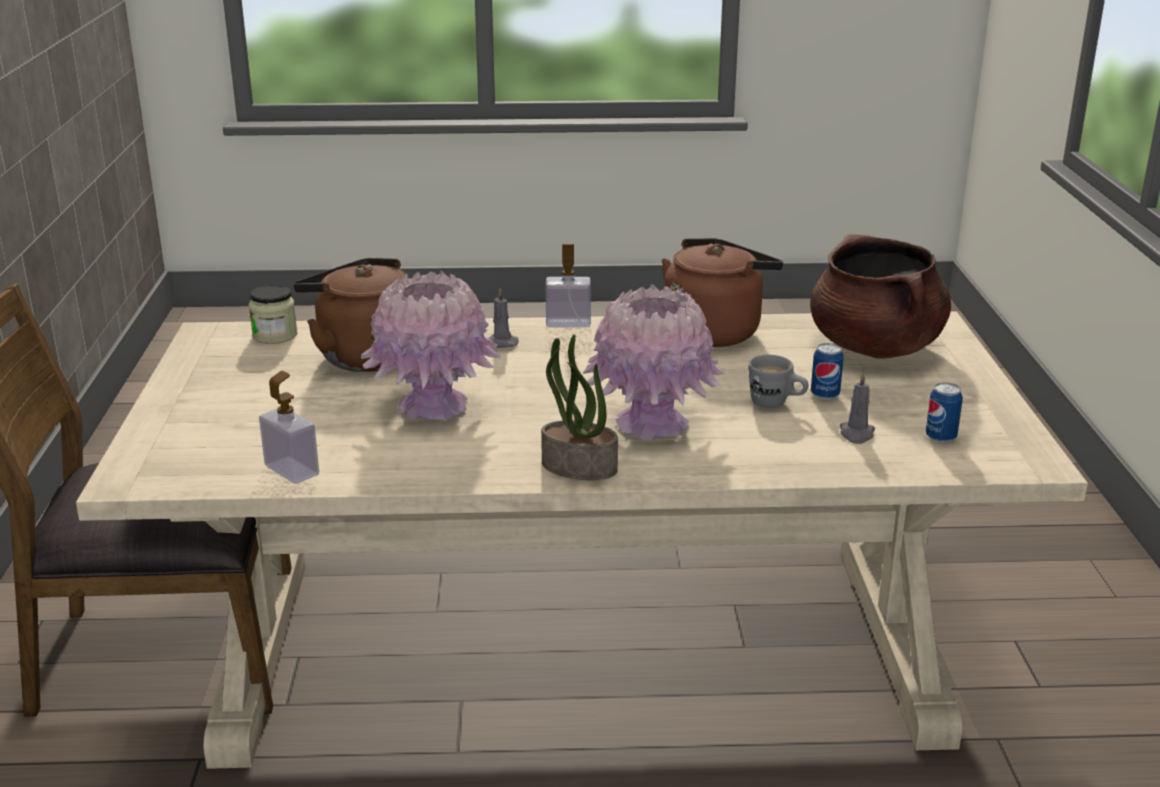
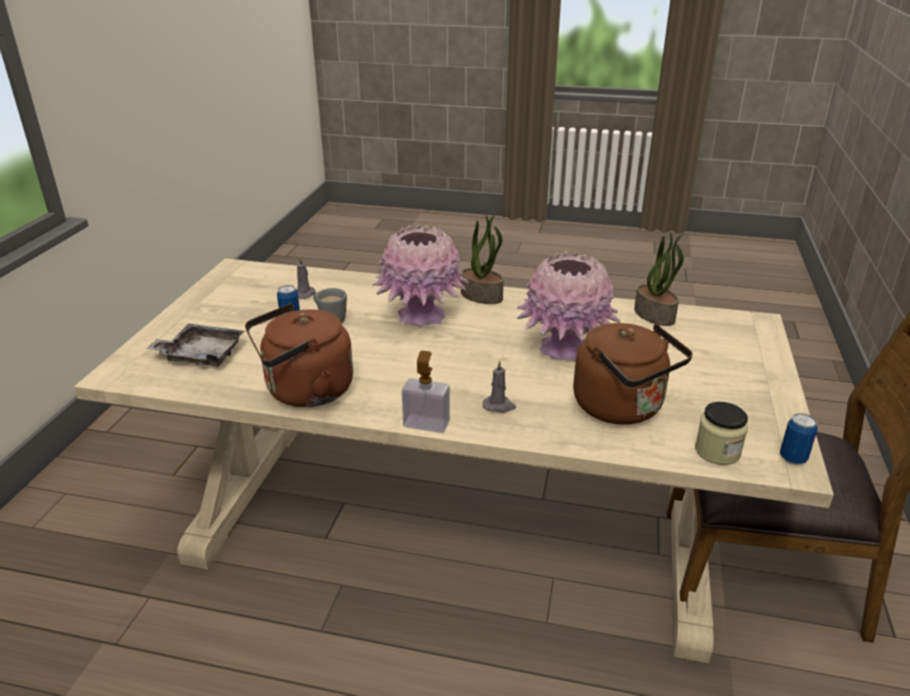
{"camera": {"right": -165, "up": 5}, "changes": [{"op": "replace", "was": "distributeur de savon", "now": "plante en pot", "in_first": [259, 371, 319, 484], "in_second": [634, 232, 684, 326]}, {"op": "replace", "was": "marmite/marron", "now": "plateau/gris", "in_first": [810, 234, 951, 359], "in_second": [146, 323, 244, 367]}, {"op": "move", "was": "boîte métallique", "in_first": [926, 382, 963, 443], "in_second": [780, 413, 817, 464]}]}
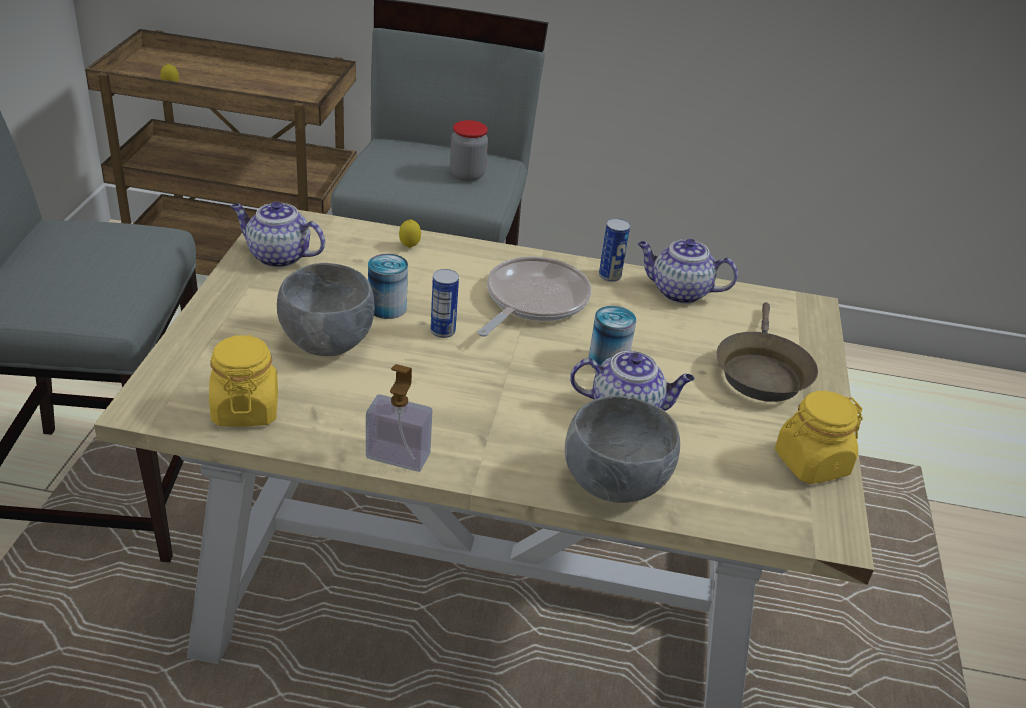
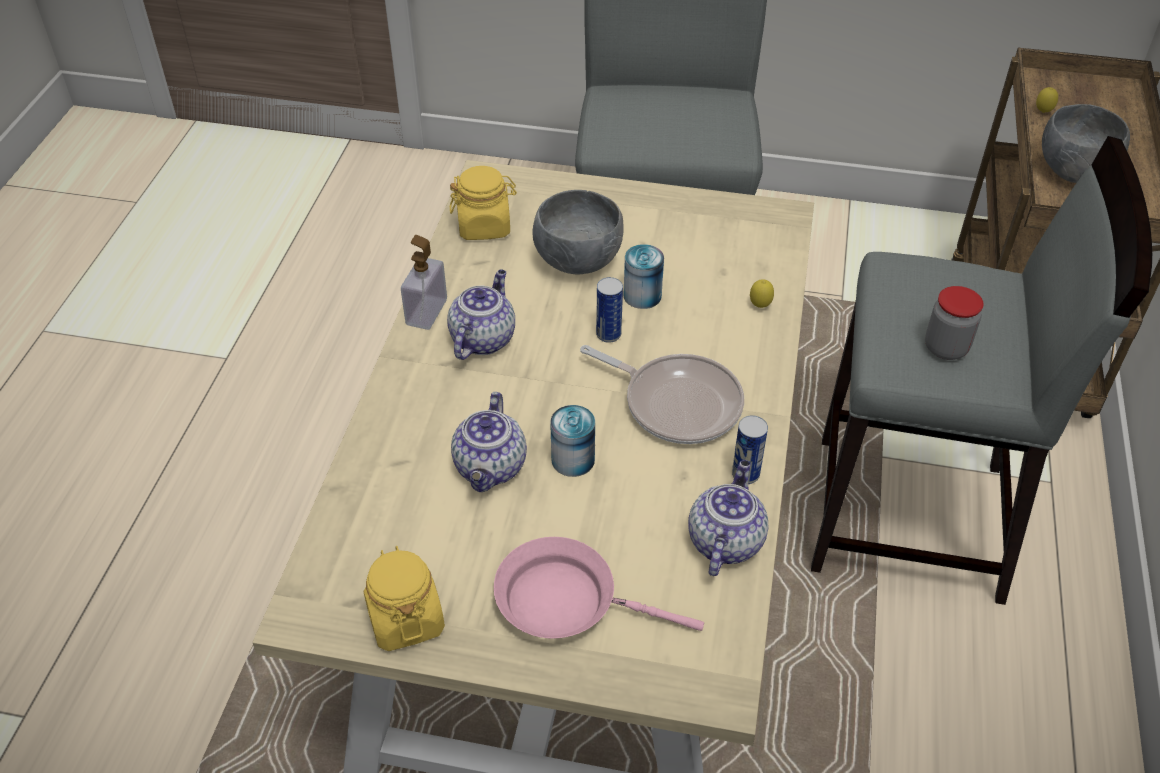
{"camera": {"right": 95, "up": 10}, "changes": [{"op": "move", "was": "théière", "in_first": [231, 201, 325, 268], "in_second": [447, 269, 515, 360]}, {"op": "move", "was": "bol/gris", "in_first": [565, 396, 680, 503], "in_second": [1042, 104, 1130, 183]}, {"op": "recolor", "was": "poêle/marron", "now": "poêle/rose", "in_first": [717, 302, 818, 402], "in_second": [494, 537, 704, 639]}]}
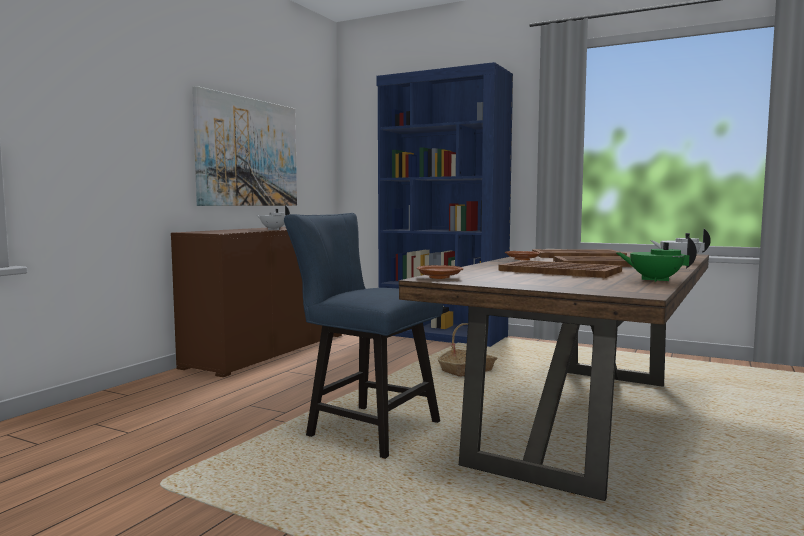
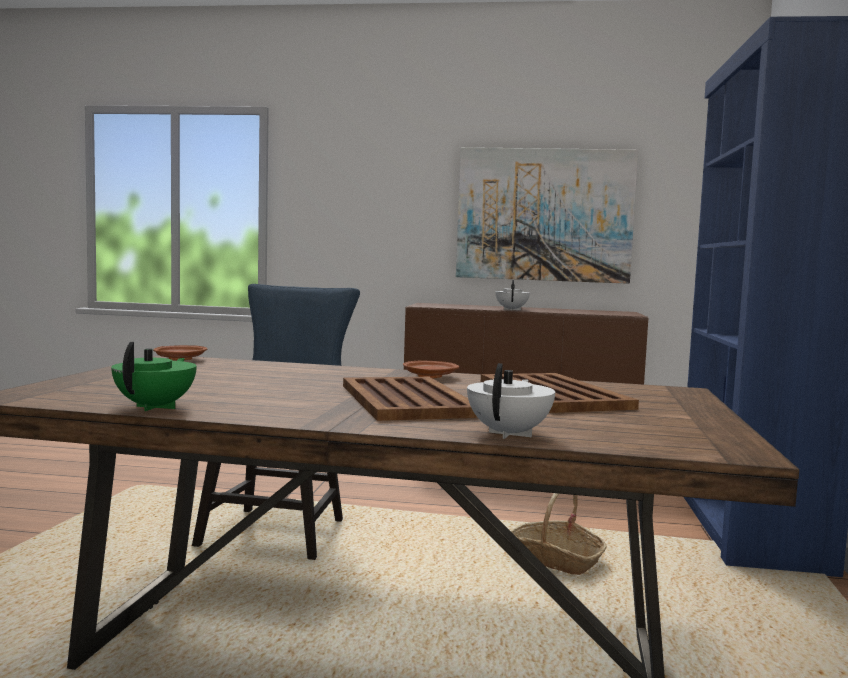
{"camera": {"right": 70, "up": 0}, "changes": [{"op": "delete", "was": "plateau/marron", "in_first": [499, 260, 622, 278]}]}
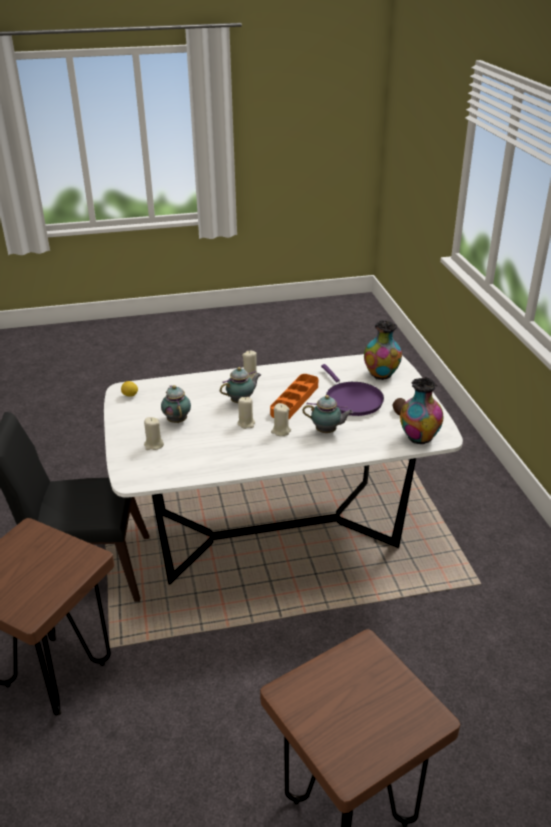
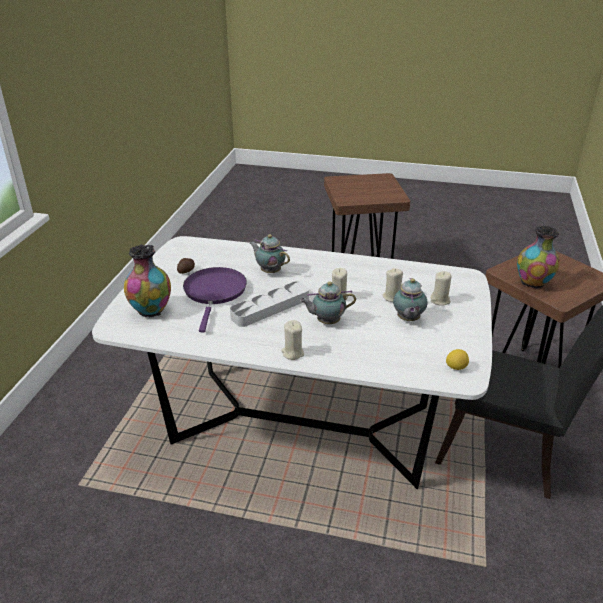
{"camera": {"right": -155, "up": 0}, "changes": [{"op": "recolor", "was": "plateau/orange", "now": "plateau/gris", "in_first": [270, 374, 318, 419], "in_second": [230, 281, 309, 327]}, {"op": "move", "was": "bougie/beige", "in_first": [271, 403, 291, 436], "in_second": [383, 268, 403, 302]}, {"op": "move", "was": "vase", "in_first": [400, 377, 443, 445], "in_second": [517, 226, 560, 289]}]}
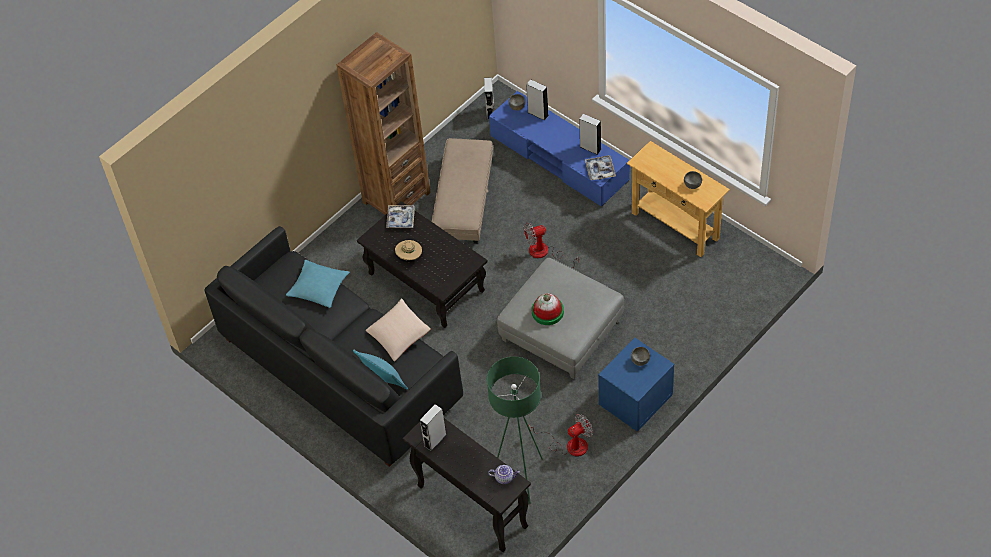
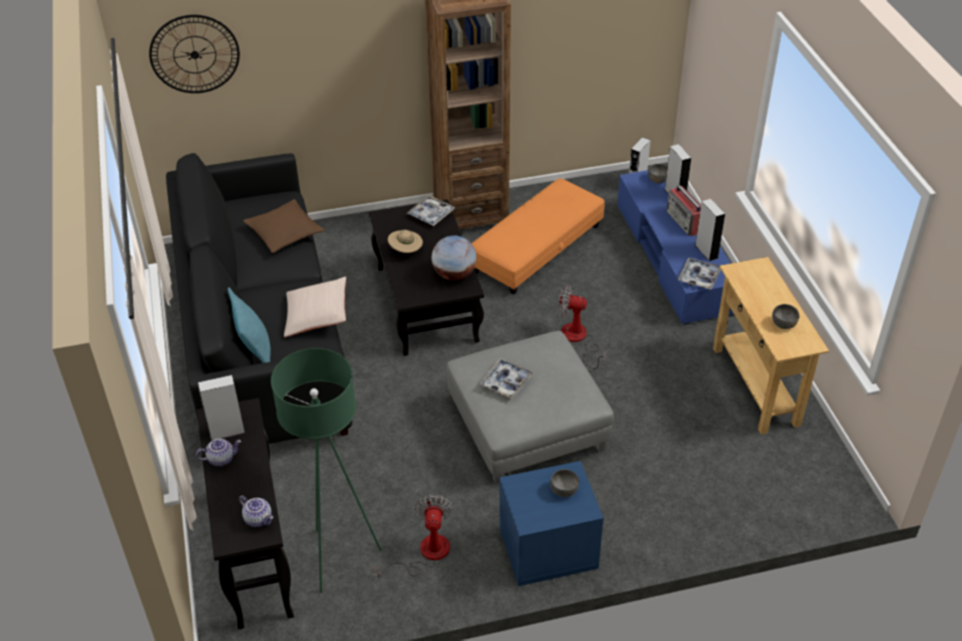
{"camera": {"right": 30, "up": -10}, "changes": [{"op": "recolor", "was": "coussin/turquoise", "now": "coussin/marron", "in_first": [286, 260, 350, 308], "in_second": [243, 199, 325, 253]}, {"op": "recolor", "was": "pouf/beige", "now": "pouf/orange", "in_first": [432, 138, 493, 244], "in_second": [471, 178, 604, 294]}, {"op": "rotate", "was": "ventilateur", "in_first": [528, 414, 593, 457], "in_second": [372, 494, 453, 577], "clockwise": -90}, {"op": "replace", "was": "chapeau", "now": "plateau", "in_first": [532, 293, 564, 325], "in_second": [480, 358, 533, 399]}, {"op": "insert", "now": "horloge murale", "in_second": [149, 15, 240, 93]}, {"op": "insert", "now": "théière", "in_second": [196, 439, 241, 466]}, {"op": "insert", "now": "globe", "in_second": [432, 235, 476, 280]}, {"op": "insert", "now": "radio", "in_second": [666, 185, 701, 236]}]}
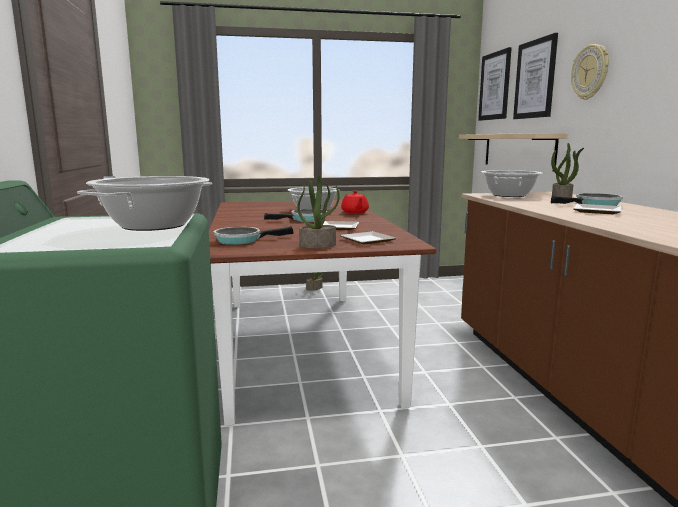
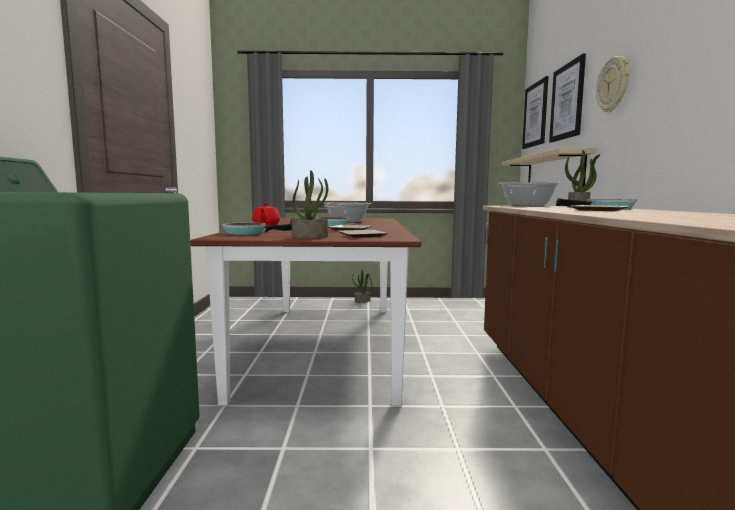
{"camera": {"right": 10, "up": -5}, "changes": [{"op": "delete", "was": "marmite", "in_first": [77, 176, 212, 231]}, {"op": "move", "was": "théière/rouge", "in_first": [341, 191, 369, 214], "in_second": [252, 203, 280, 225]}]}
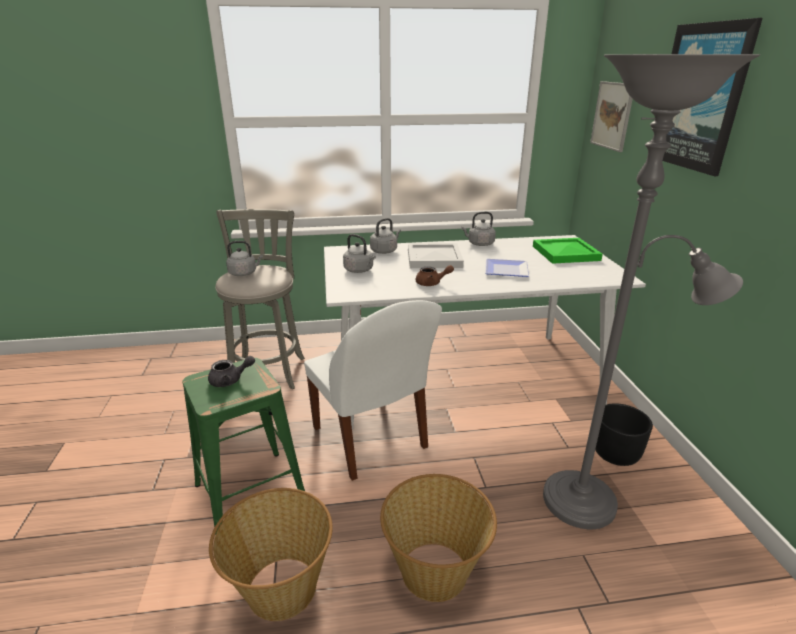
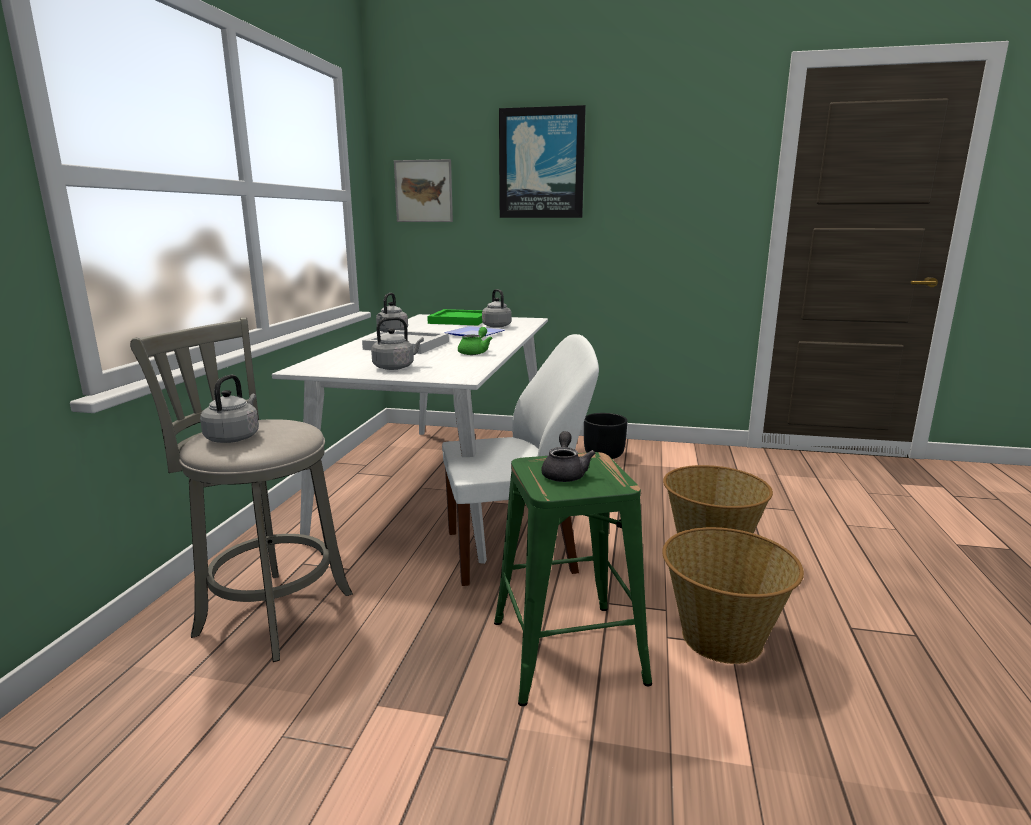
{"camera": {"right": -70, "up": -10}, "changes": [{"op": "move", "was": "bouilloire/gris", "in_first": [370, 218, 401, 254], "in_second": [482, 289, 511, 328]}, {"op": "recolor", "was": "théière/marron", "now": "théière/vert", "in_first": [416, 265, 454, 286], "in_second": [458, 327, 493, 355]}, {"op": "delete", "was": "lampadaire/gris", "in_first": [543, 54, 760, 529]}]}
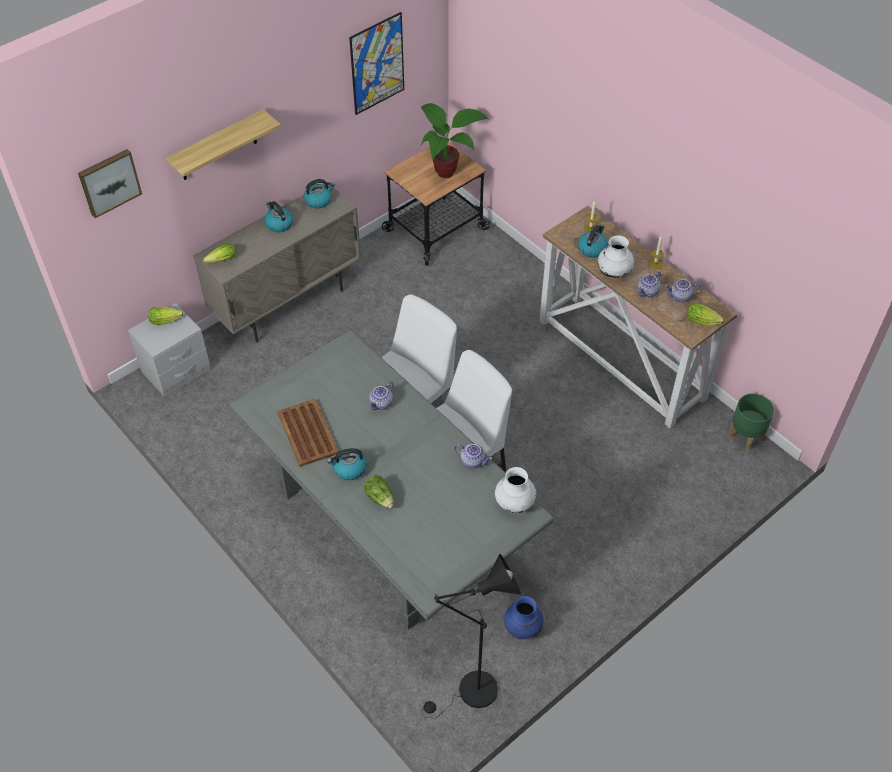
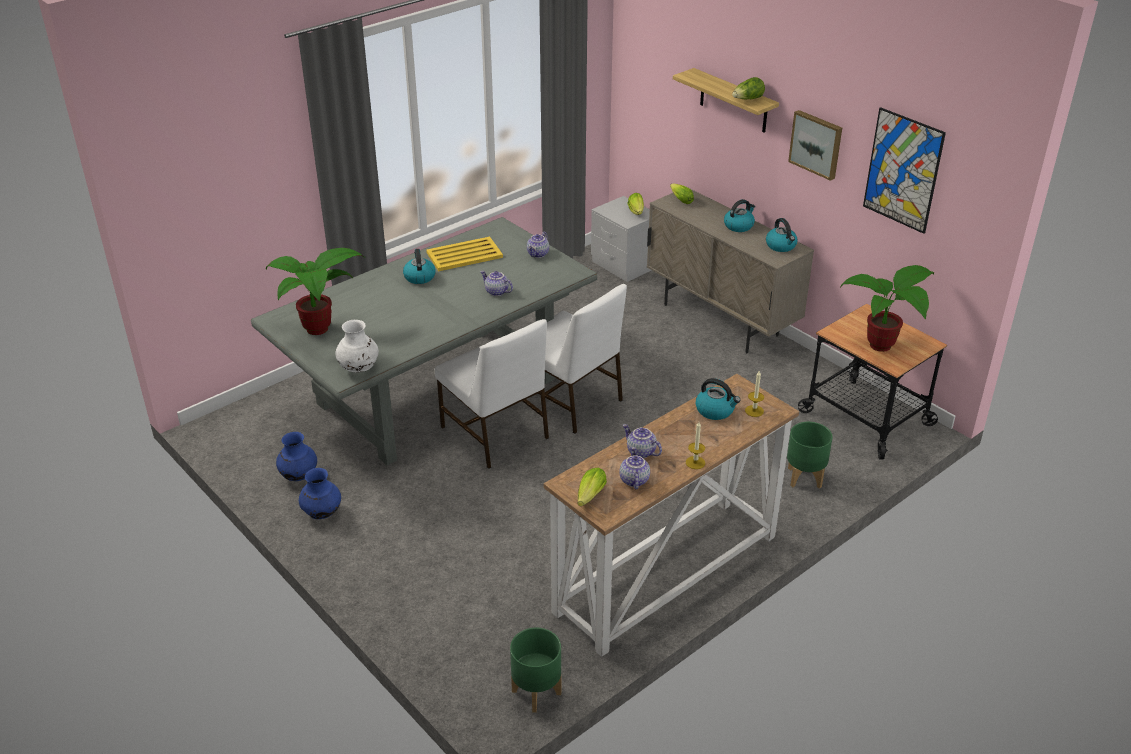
{"camera": {"right": 90, "up": -15}, "changes": [{"op": "move", "was": "tableau", "in_first": [78, 149, 142, 218], "in_second": [788, 110, 842, 181]}, {"op": "recolor", "was": "plateau/marron", "now": "plateau/jaune", "in_first": [277, 399, 339, 467], "in_second": [426, 237, 503, 271]}, {"op": "move", "was": "laitue", "in_first": [364, 475, 394, 509], "in_second": [732, 77, 765, 99]}, {"op": "delete", "was": "lampadaire/noir", "in_first": [421, 554, 521, 718]}, {"op": "move", "was": "théière", "in_first": [454, 444, 492, 469], "in_second": [527, 232, 549, 258]}, {"op": "delete", "was": "vase/blanc", "in_first": [597, 235, 634, 278]}, {"op": "insert", "now": "plante en pot", "in_second": [266, 248, 365, 335]}, {"op": "insert", "now": "vase/bleu", "in_second": [299, 468, 341, 519]}, {"op": "insert", "now": "cache-pot/vert", "in_second": [787, 422, 833, 489]}]}
